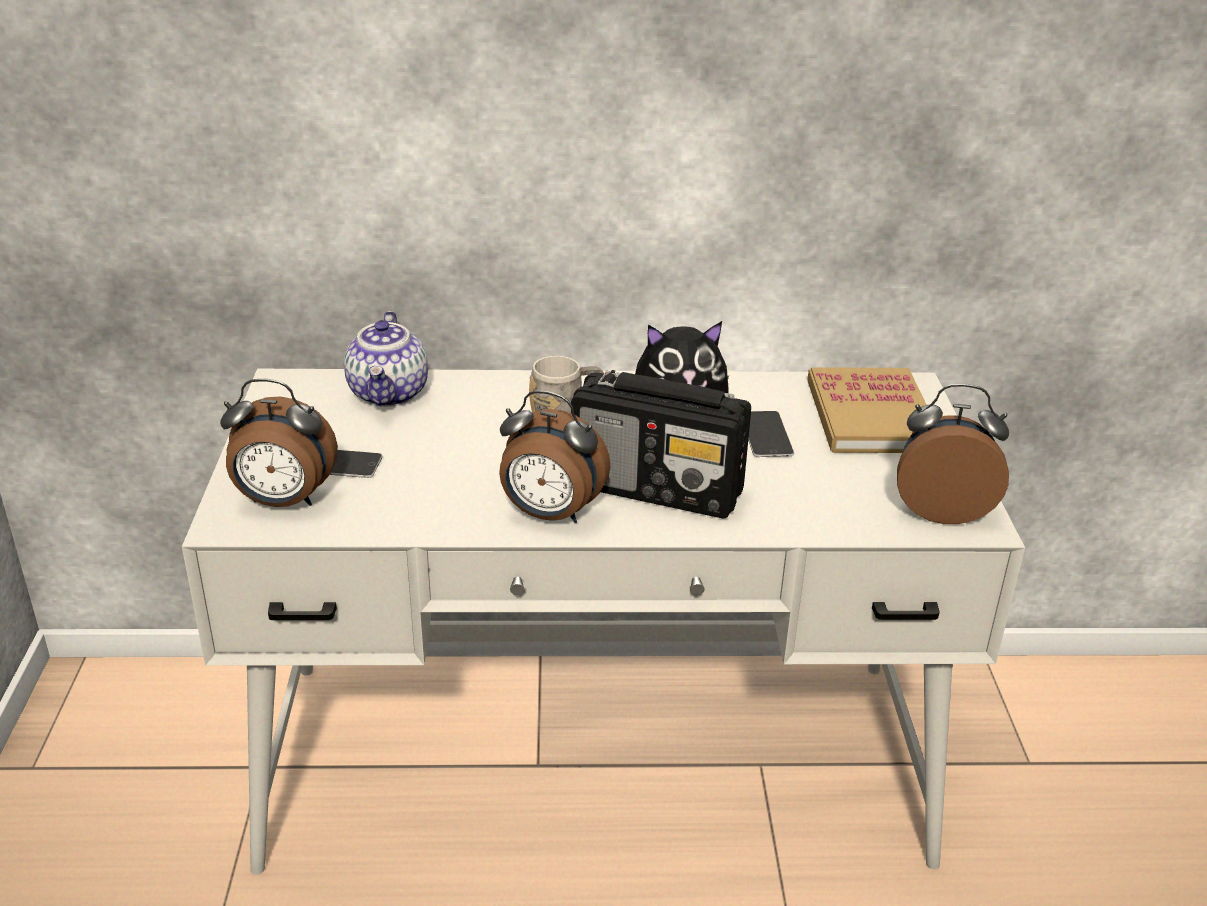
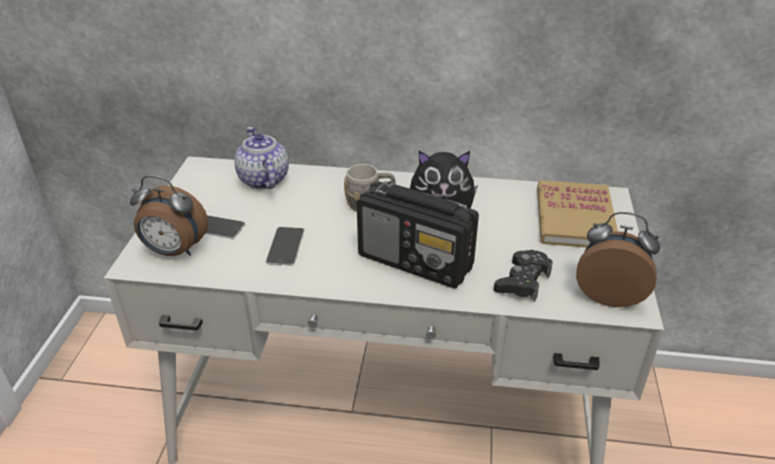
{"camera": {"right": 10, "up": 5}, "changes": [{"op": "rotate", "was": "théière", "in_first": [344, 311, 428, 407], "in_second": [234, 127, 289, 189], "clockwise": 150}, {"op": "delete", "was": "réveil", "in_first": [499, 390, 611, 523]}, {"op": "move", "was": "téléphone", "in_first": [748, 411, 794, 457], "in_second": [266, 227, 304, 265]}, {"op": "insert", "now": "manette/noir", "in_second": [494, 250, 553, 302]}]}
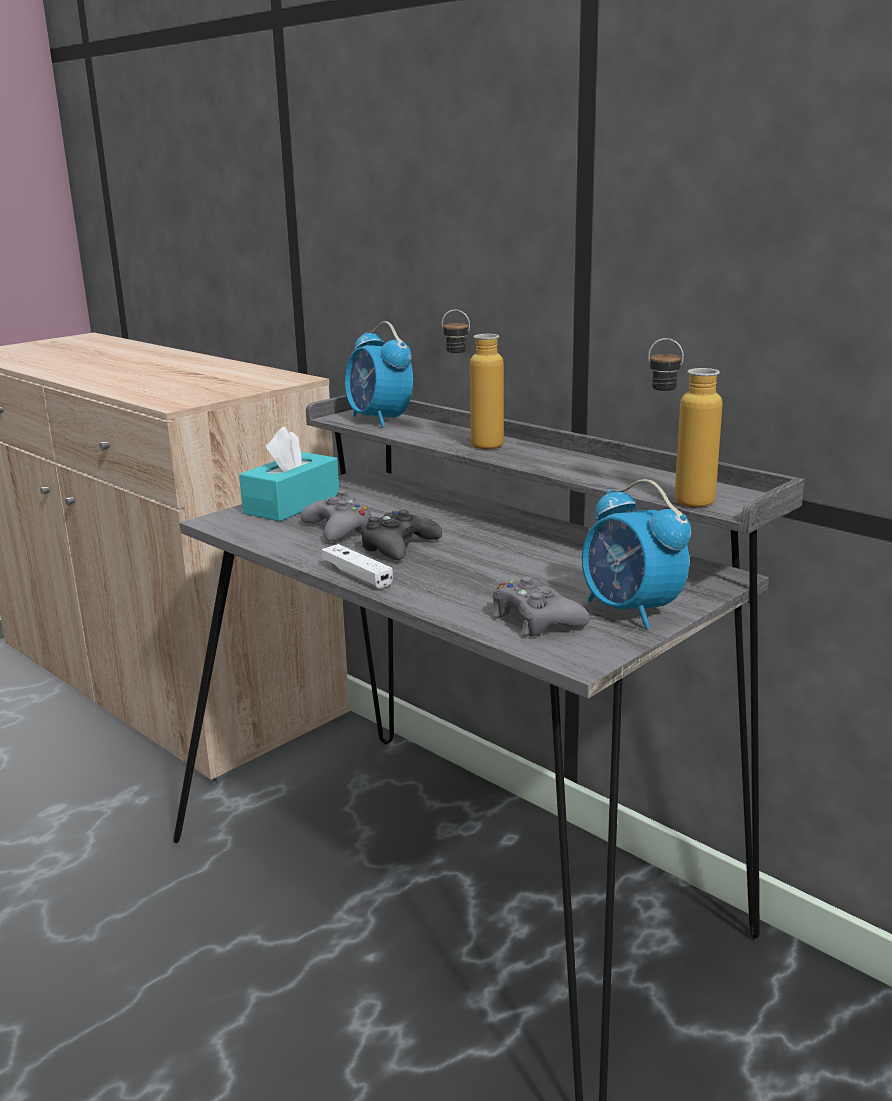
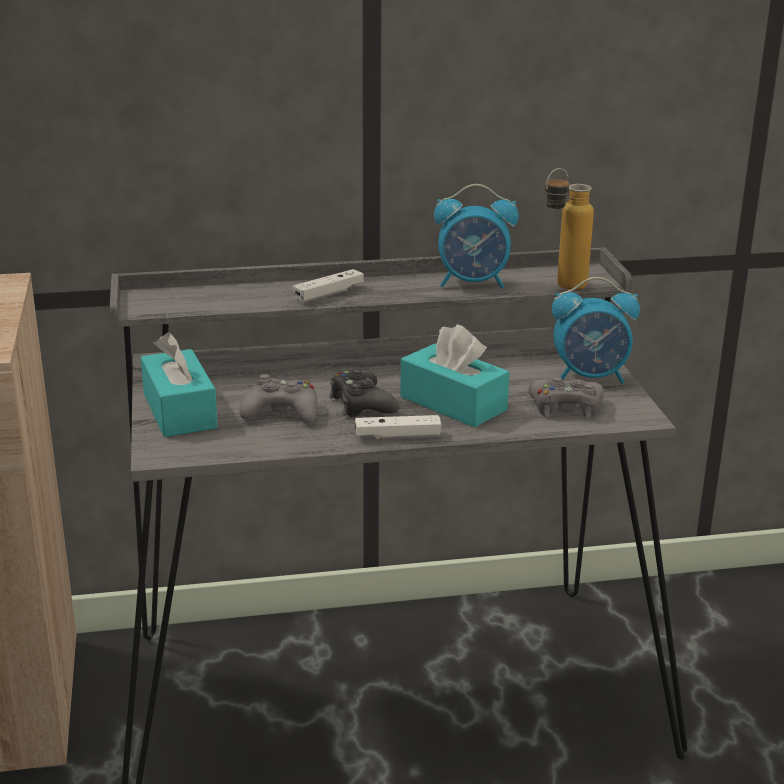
{"camera": {"right": -55, "up": 5}, "changes": [{"op": "move", "was": "réveil", "in_first": [345, 321, 413, 428], "in_second": [434, 184, 519, 289]}, {"op": "replace", "was": "bouteille", "now": "manette/blanc", "in_first": [442, 310, 504, 449], "in_second": [293, 269, 364, 303]}, {"op": "insert", "now": "boîte à mouchoirs/turquoise", "in_second": [400, 324, 510, 428]}]}
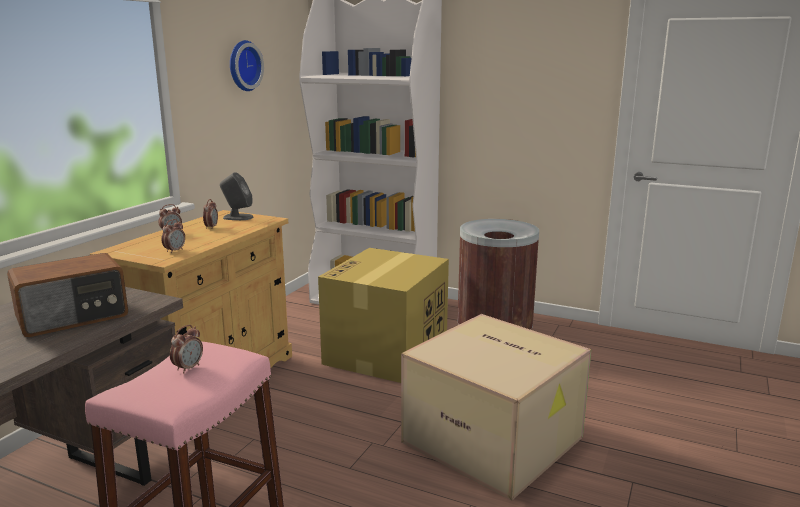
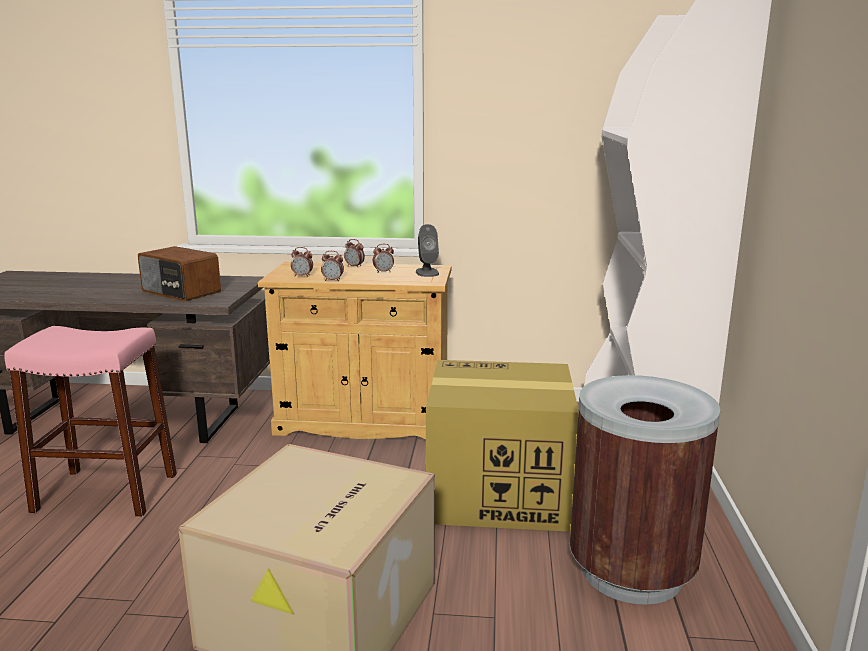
{"camera": {"right": 70, "up": 0}, "changes": [{"op": "move", "was": "réveil", "in_first": [170, 325, 203, 374], "in_second": [321, 251, 344, 282]}, {"op": "delete", "was": "horloge murale", "in_first": [230, 40, 264, 91]}]}
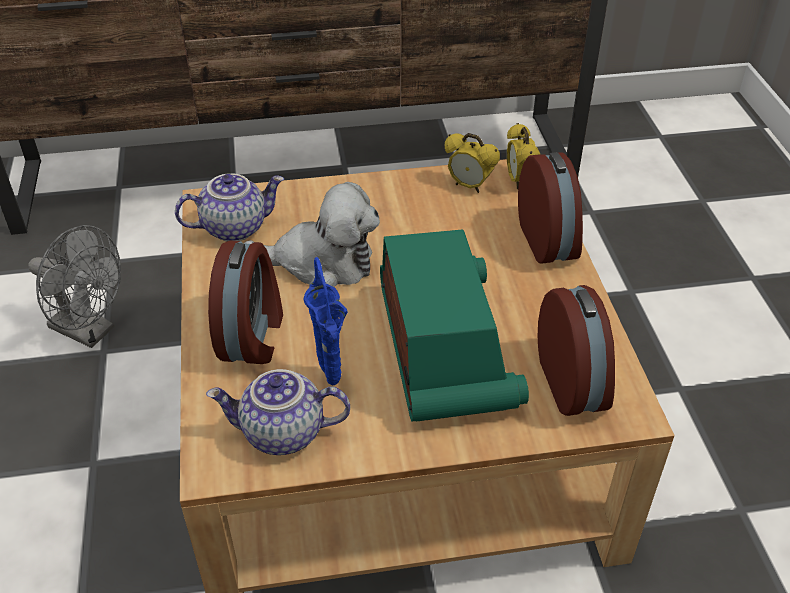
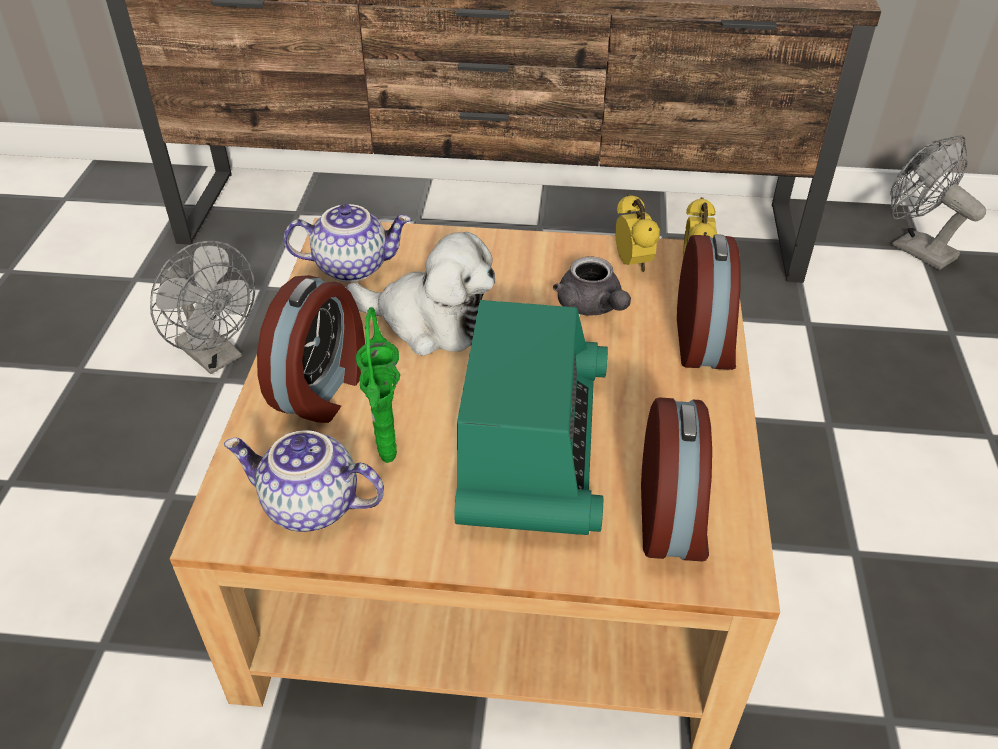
{"camera": {"right": 15, "up": 0}, "changes": [{"op": "recolor", "was": "vase/bleu", "now": "vase/vert", "in_first": [303, 257, 348, 385], "in_second": [355, 307, 400, 463]}, {"op": "rotate", "was": "réveil", "in_first": [445, 133, 500, 193], "in_second": [615, 194, 660, 272], "clockwise": -150}, {"op": "insert", "now": "théière/gris", "in_second": [553, 256, 631, 316]}, {"op": "insert", "now": "ventilateur/gris", "in_second": [890, 135, 986, 270]}]}
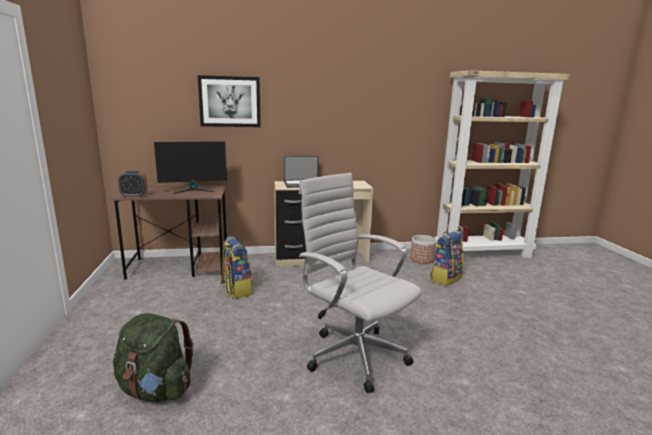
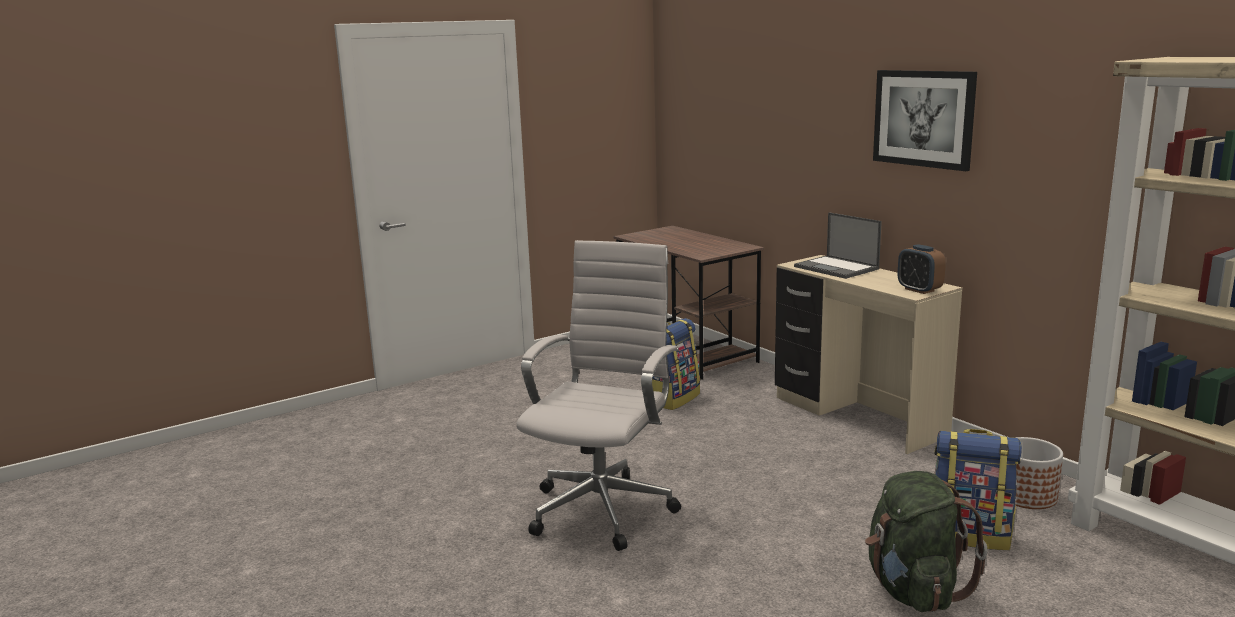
{"camera": {"right": 65, "up": 0}, "changes": [{"op": "move", "was": "sac à dos/vert", "in_first": [113, 313, 194, 402], "in_second": [865, 471, 988, 612]}, {"op": "move", "was": "réveil", "in_first": [118, 171, 147, 197], "in_second": [898, 244, 946, 294]}, {"op": "delete", "was": "écran d'ordinateur", "in_first": [154, 141, 227, 194]}, {"op": "move", "was": "tableau", "in_first": [198, 75, 260, 127], "in_second": [873, 70, 977, 171]}]}
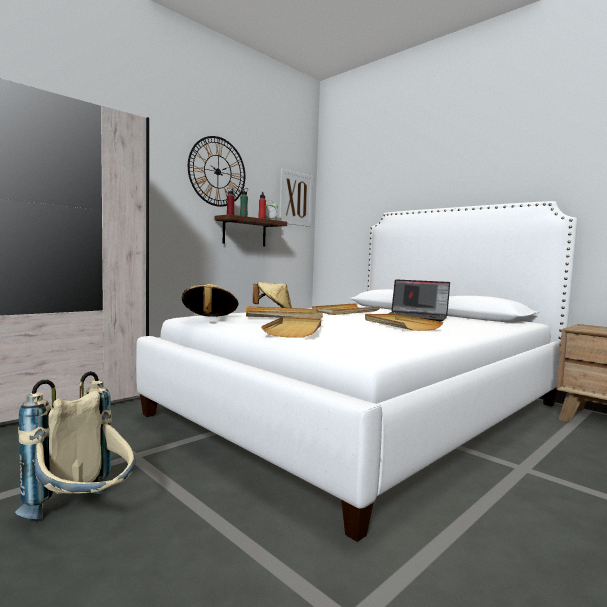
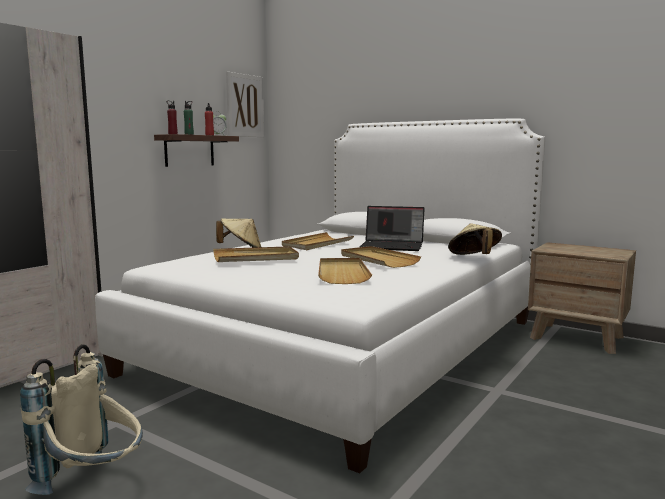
{"camera": {"right": -10, "up": 5}, "changes": [{"op": "move", "was": "chapeau/beige", "in_first": [182, 284, 239, 317], "in_second": [448, 223, 502, 255]}, {"op": "delete", "was": "horloge murale", "in_first": [188, 136, 245, 207]}, {"op": "move", "was": "plateau/beige", "in_first": [261, 317, 321, 338], "in_second": [318, 258, 372, 284]}]}
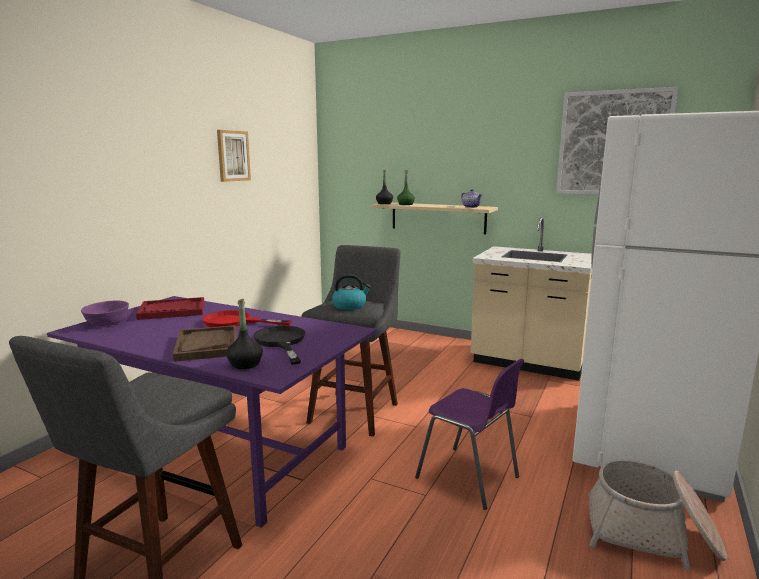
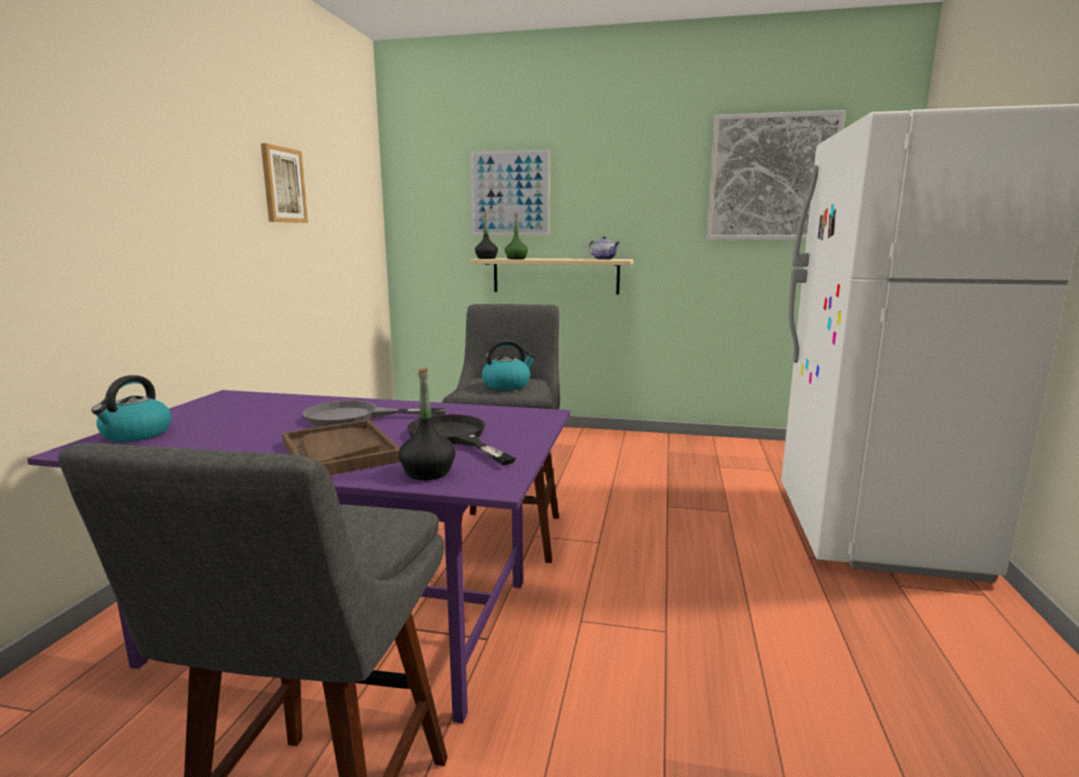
{"camera": {"right": -15, "up": 0}, "changes": [{"op": "replace", "was": "bol/violet", "now": "bouilloire", "in_first": [81, 300, 129, 326], "in_second": [91, 375, 172, 442]}, {"op": "delete", "was": "plateau/rouge", "in_first": [136, 297, 205, 320]}, {"op": "recolor", "was": "poêle/rouge", "now": "poêle/gris", "in_first": [202, 310, 292, 327], "in_second": [303, 400, 447, 427]}, {"op": "delete", "was": "chaise/violet", "in_first": [415, 359, 524, 510]}, {"op": "delete", "was": "comptoir de cuisine/beige", "in_first": [471, 217, 592, 381]}, {"op": "delete", "was": "panier", "in_first": [588, 460, 727, 571]}, {"op": "insert", "now": "tableau", "in_second": [470, 149, 550, 235]}]}
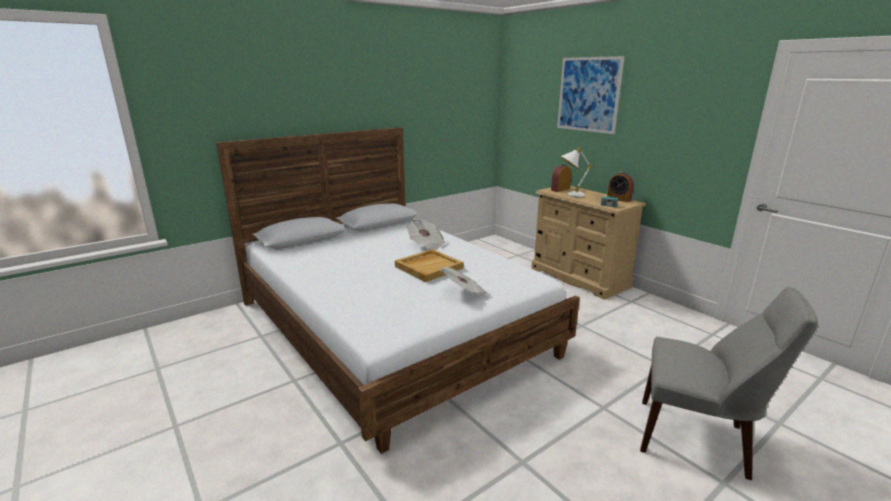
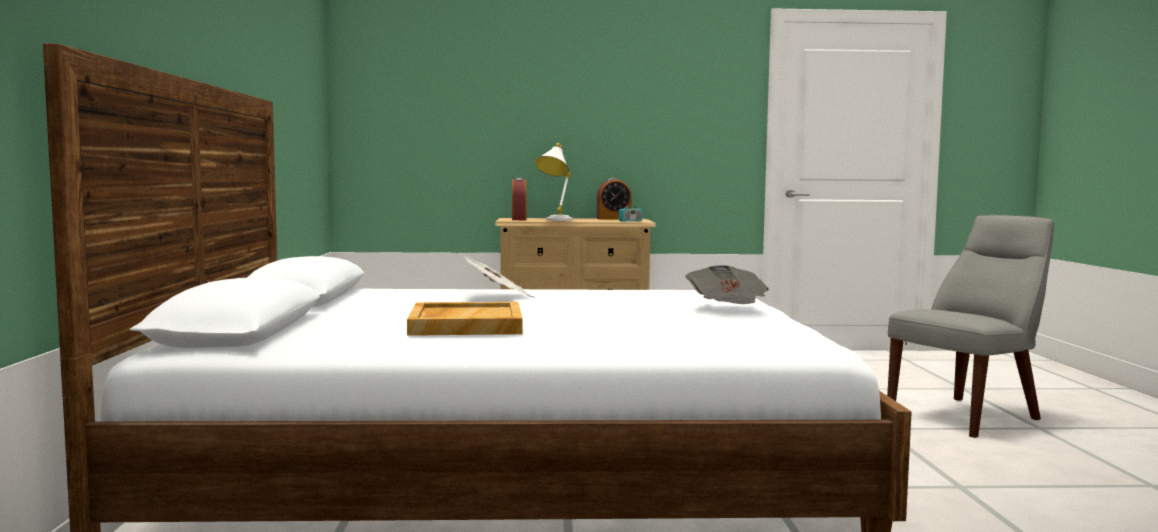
{"camera": {"right": -55, "up": -15}, "changes": [{"op": "move", "was": "plateau/beige", "in_first": [395, 249, 464, 282], "in_second": [407, 302, 523, 336]}, {"op": "delete", "was": "tableau", "in_first": [557, 56, 624, 134]}]}
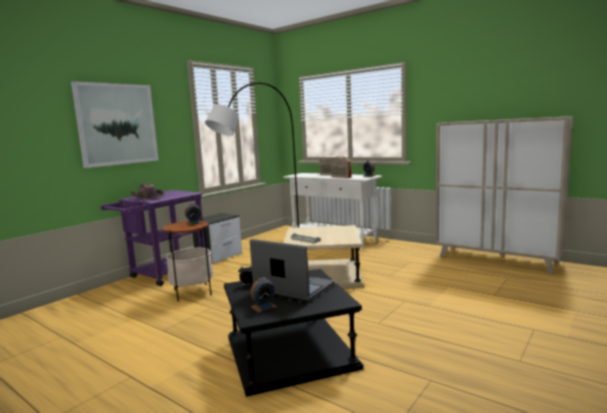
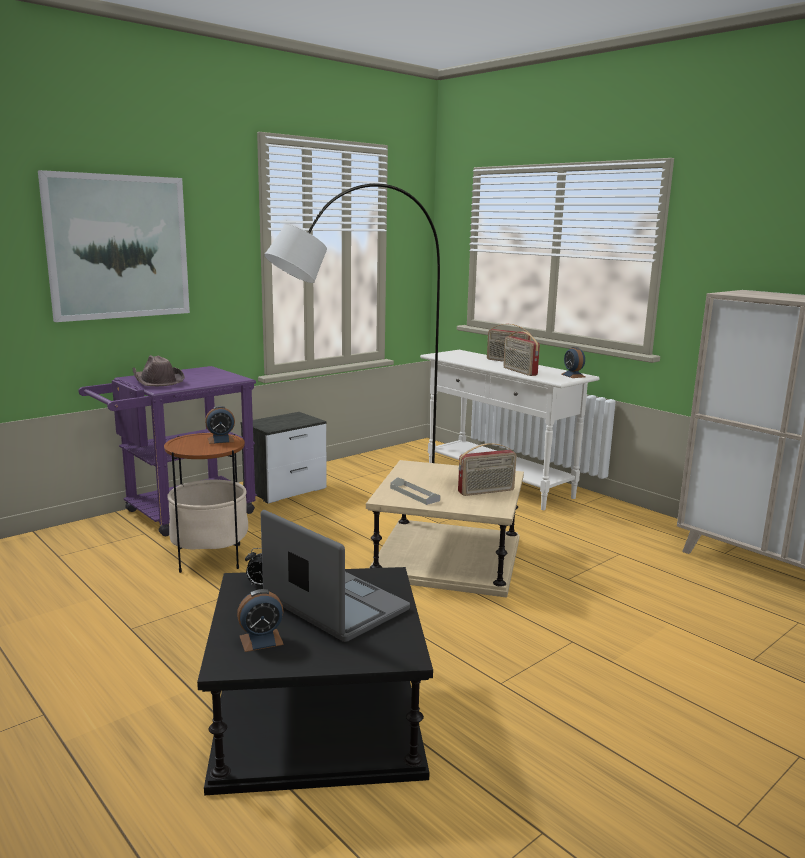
{"camera": {"right": 10, "up": 5}, "changes": [{"op": "insert", "now": "radio", "in_second": [458, 443, 517, 496]}]}
